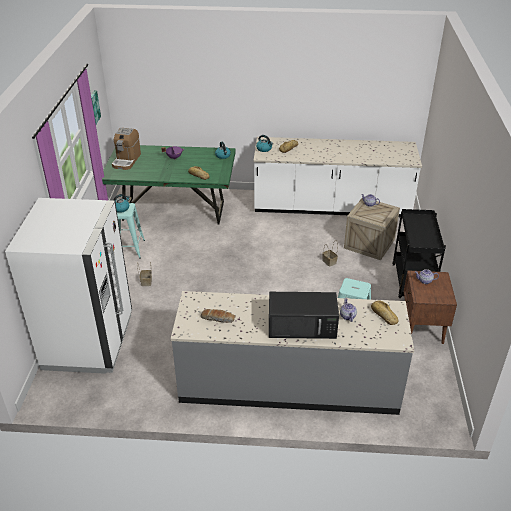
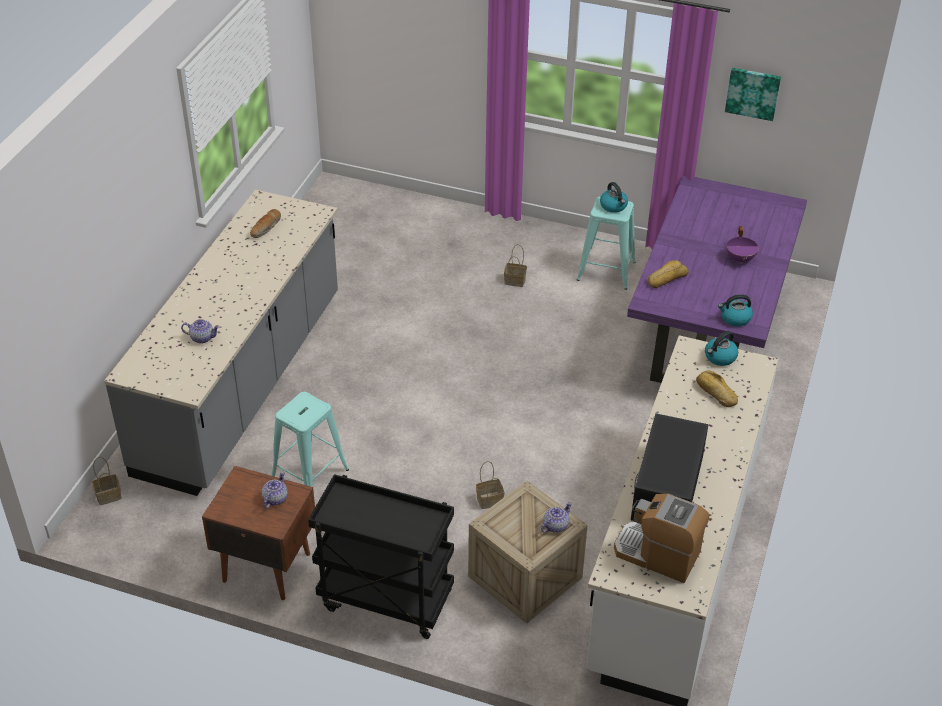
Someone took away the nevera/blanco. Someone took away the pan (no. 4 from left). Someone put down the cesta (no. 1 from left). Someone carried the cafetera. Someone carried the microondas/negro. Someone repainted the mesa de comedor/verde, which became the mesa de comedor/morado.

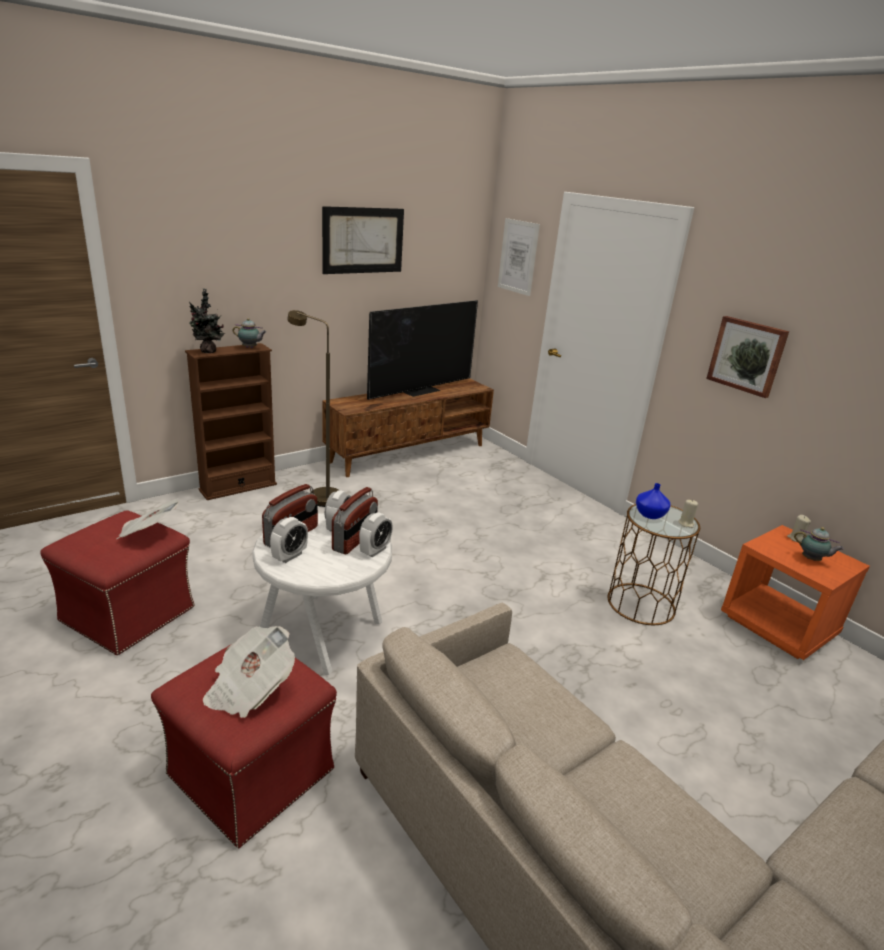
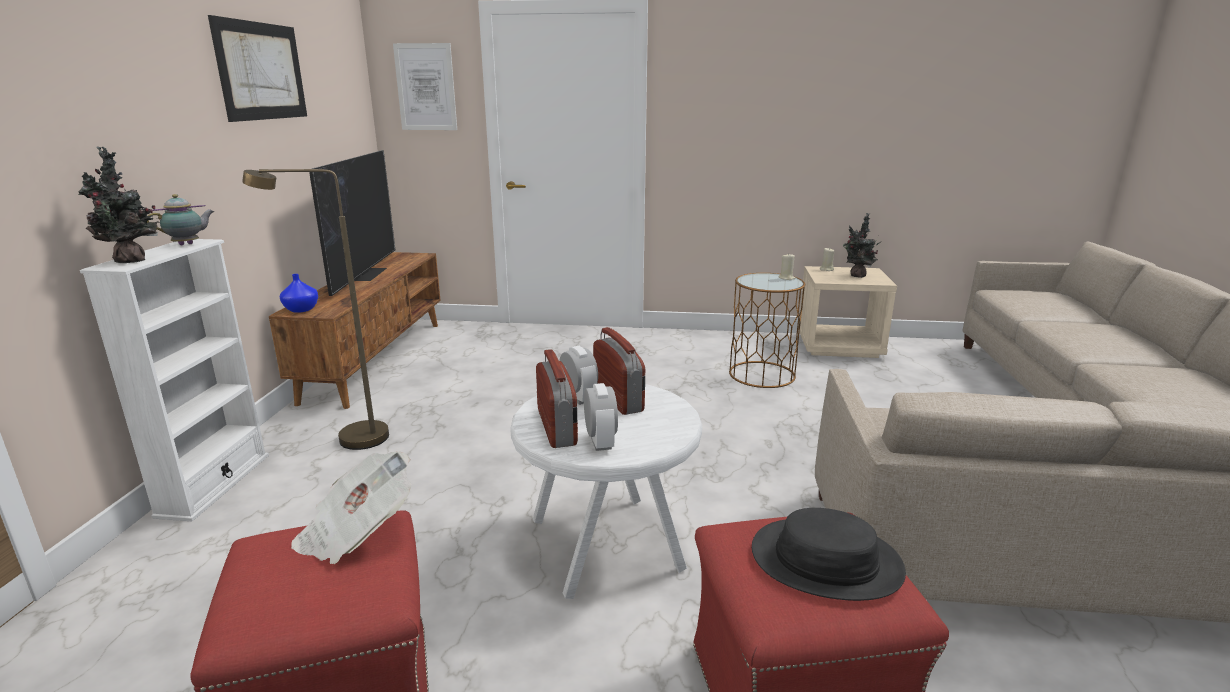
Someone took away the despertador (no. 3 from left). Someone took away the cuadro (no. 3 from left). Someone carried the florero/azul. Someone swapped the periódico (no. 2 from left) for the sombrero/negro. Someone swapped the tetera (no. 2 from left) for the planta en maceta (no. 2 from left). Someone repainted the estantería/marrón, which became the estantería/blanco. Someone repainted the mesita de noche/naranja, which became the mesita de noche/beis.

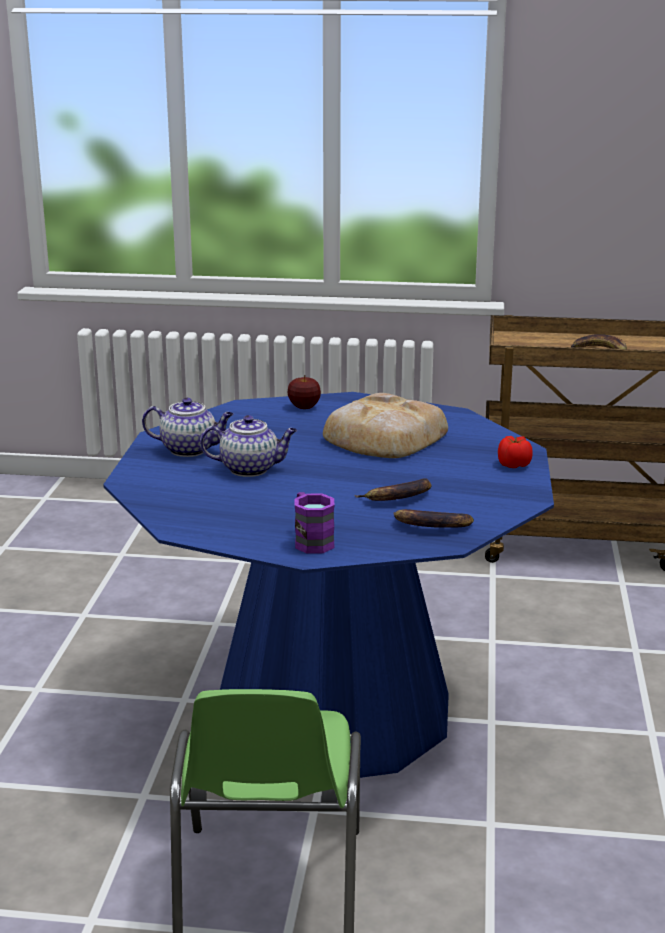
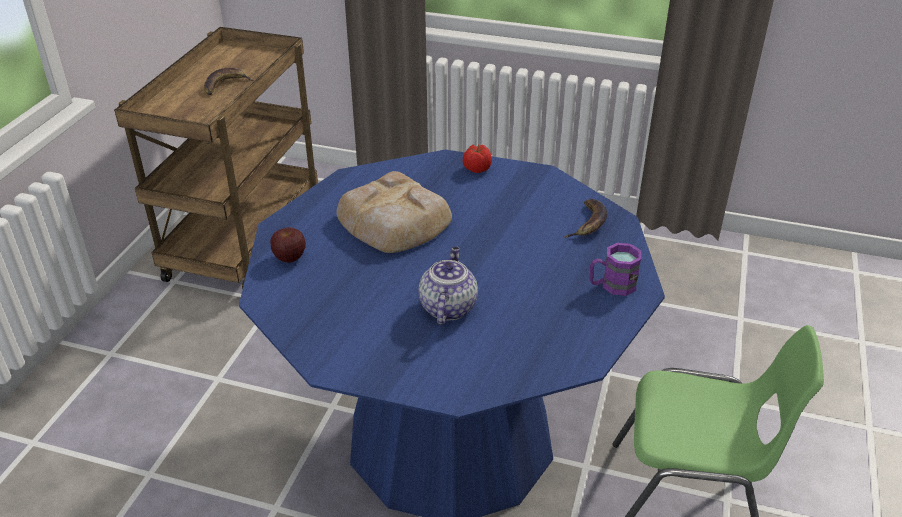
Someone took away the tetera (no. 1 from left). Someone took away the plátano (no. 1 from left).

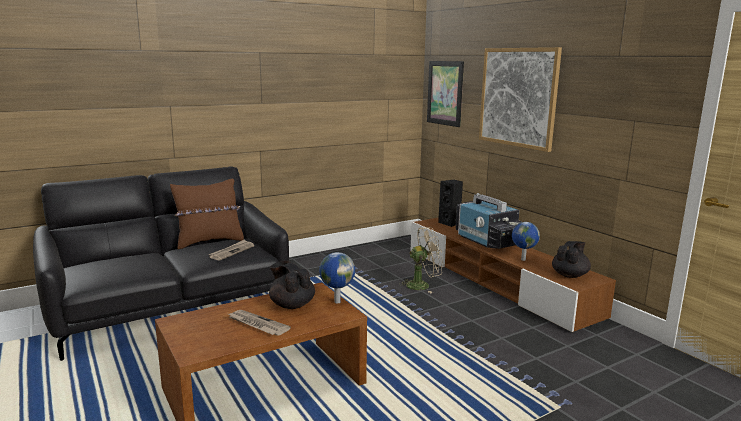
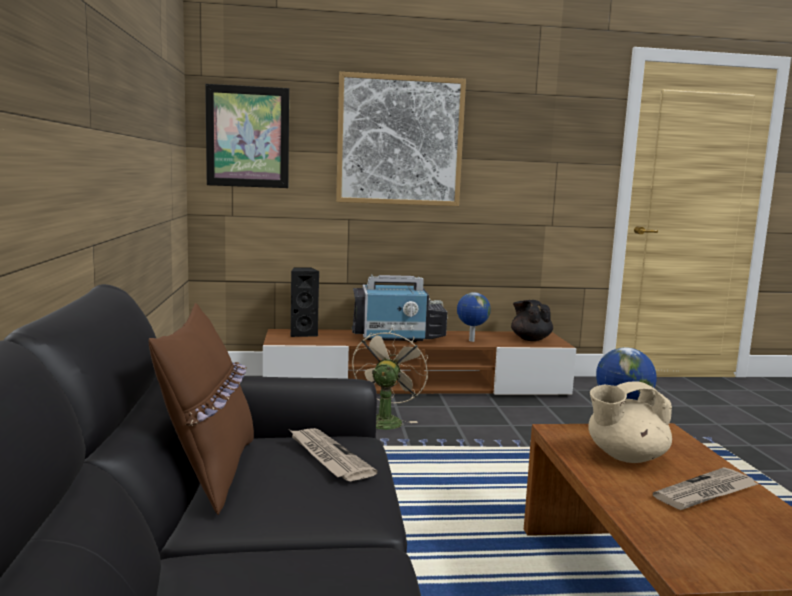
Someone repainted the tetera/negro (no. 1 from left), which became the tetera/beis.

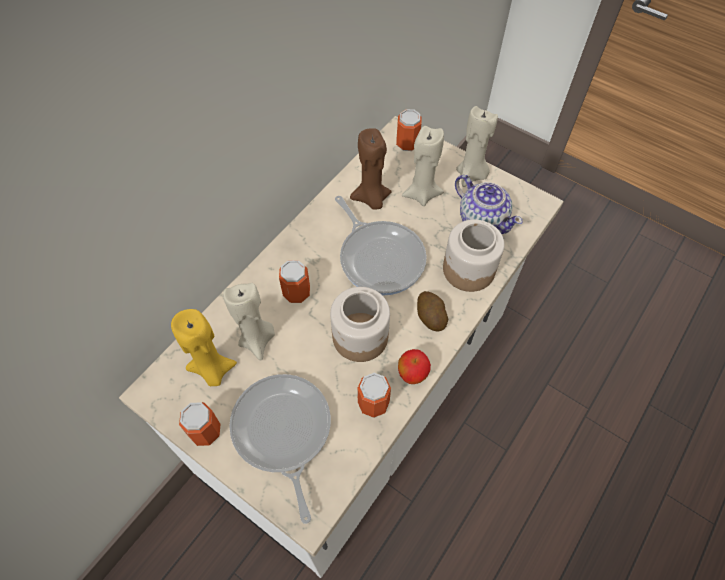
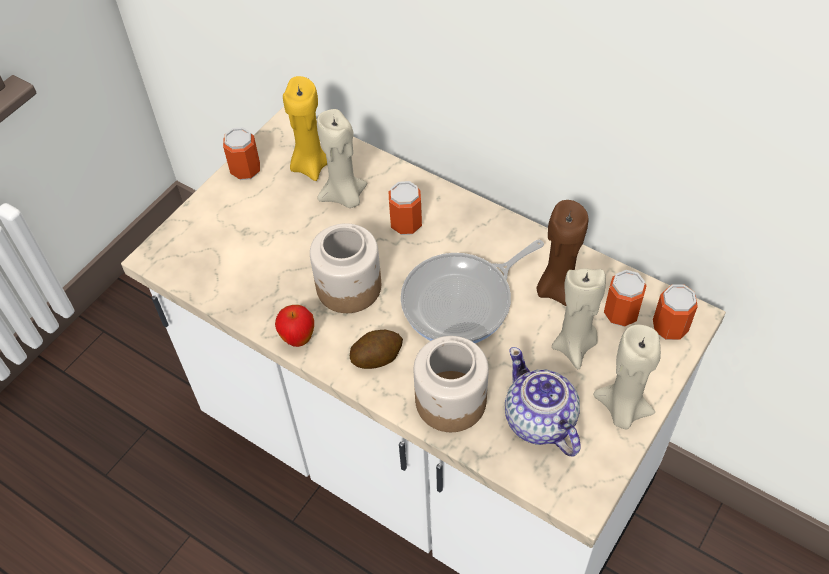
Someone took away the sartén (no. 1 from left). Someone carried the lata (no. 3 from left). Someone rotated the tetera by 105 degrees clockwise.

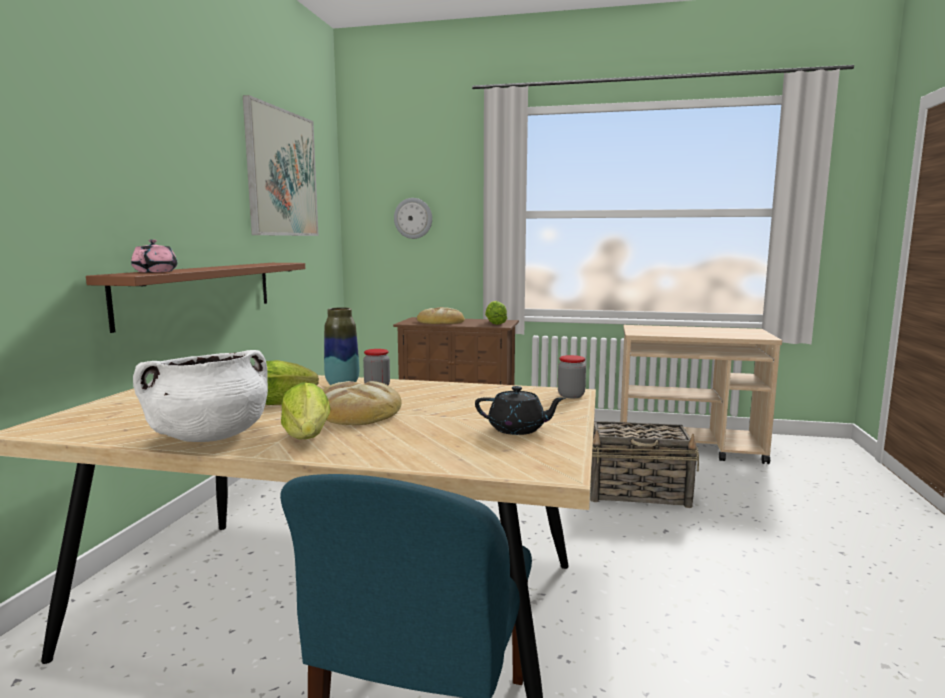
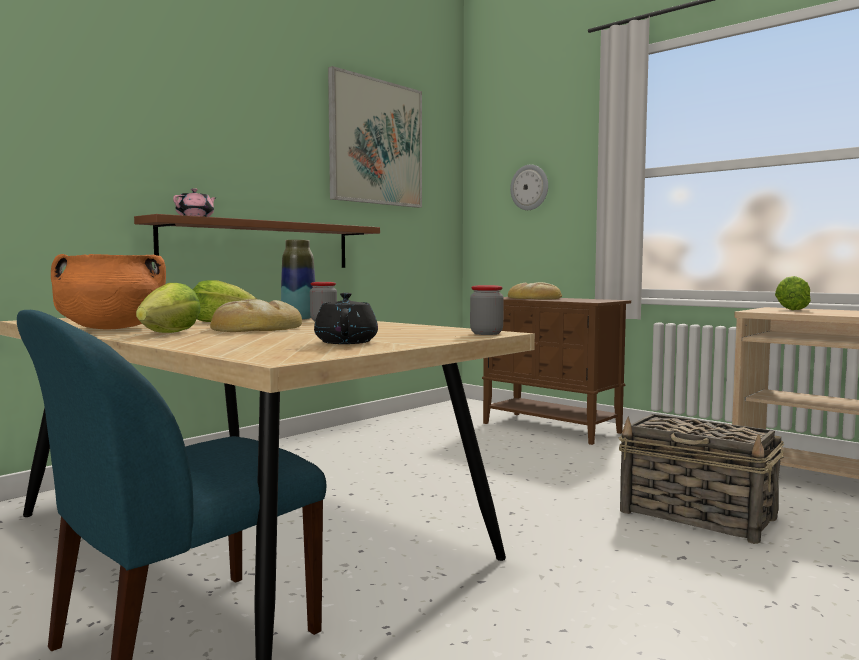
Someone carried the lechuga (no. 3 from left). Someone repainted the olla/blanco, which became the olla/naranja. Someone rotated the tetera/negro by 135 degrees counterclockwise.

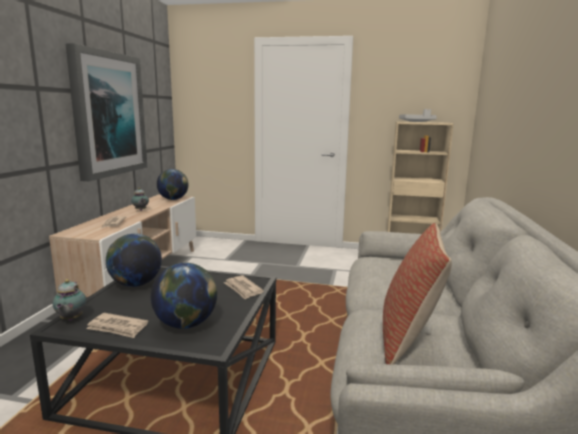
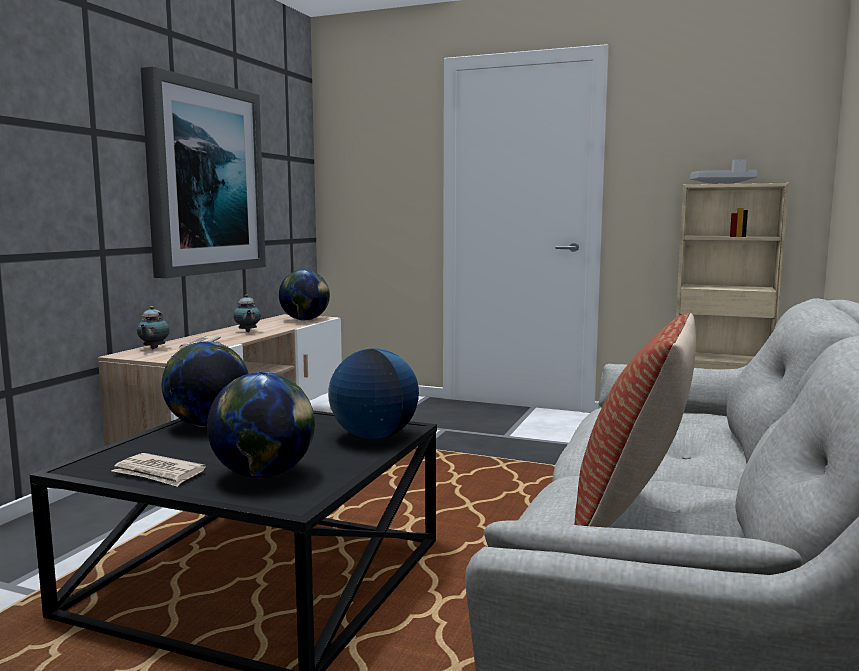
Someone carried the tetera (no. 1 from left). Someone swapped the periódico (no. 3 from left) for the globo terráqueo (no. 4 from left).

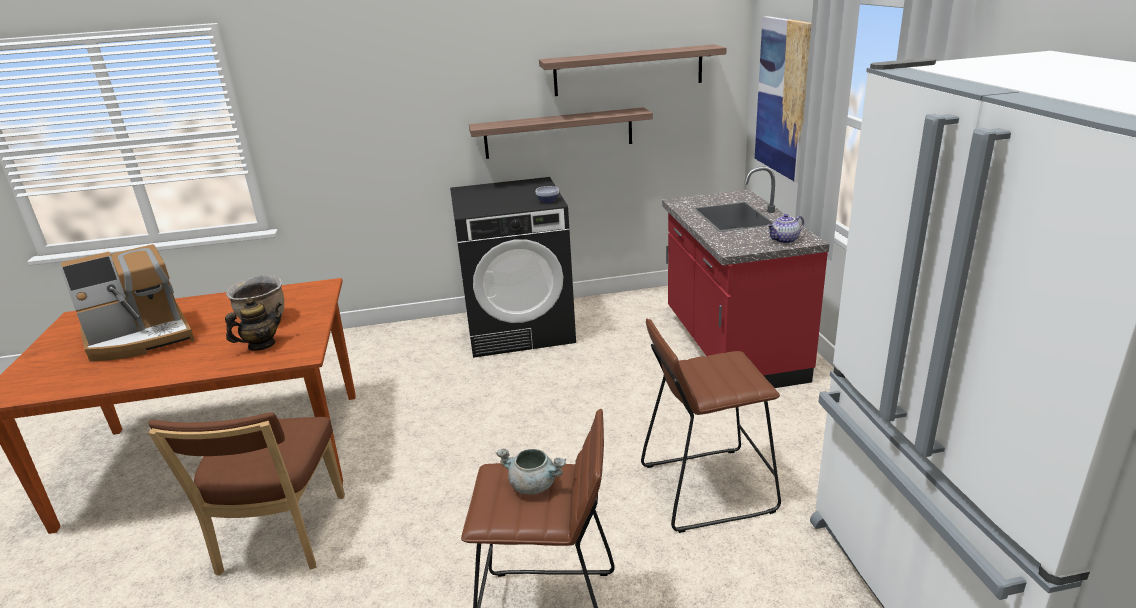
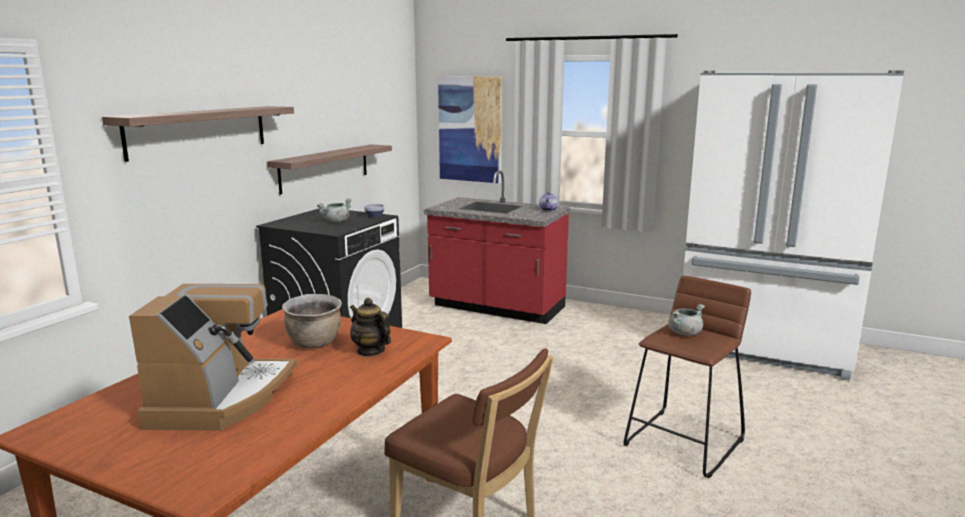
Someone took away the taburete/marrón (no. 2 from left). Someone put down the olla/gris (no. 1 from left). Someone carried the estante (no. 2 from left in the first image). Someone rotated the tetera (no. 1 from left) by 45 degrees counterclockwise.

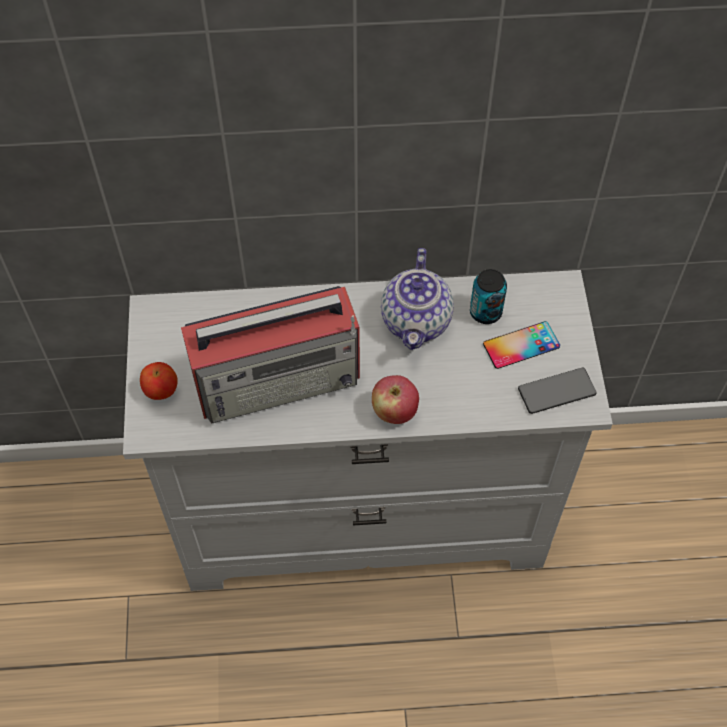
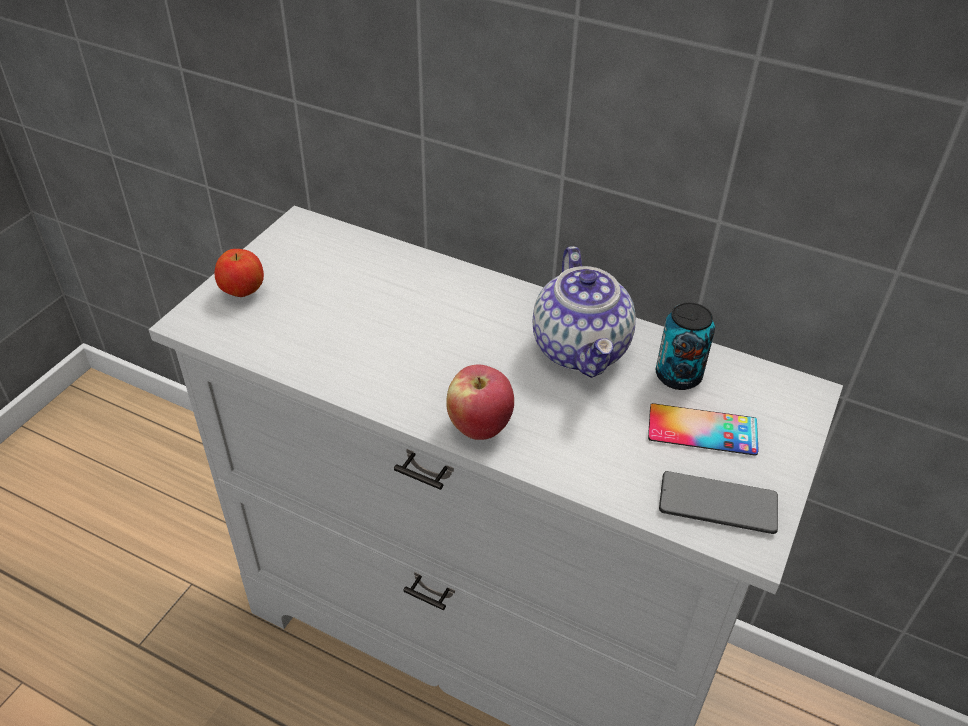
Someone took away the radio. Someone rotated the tetera by 45 degrees counterclockwise.

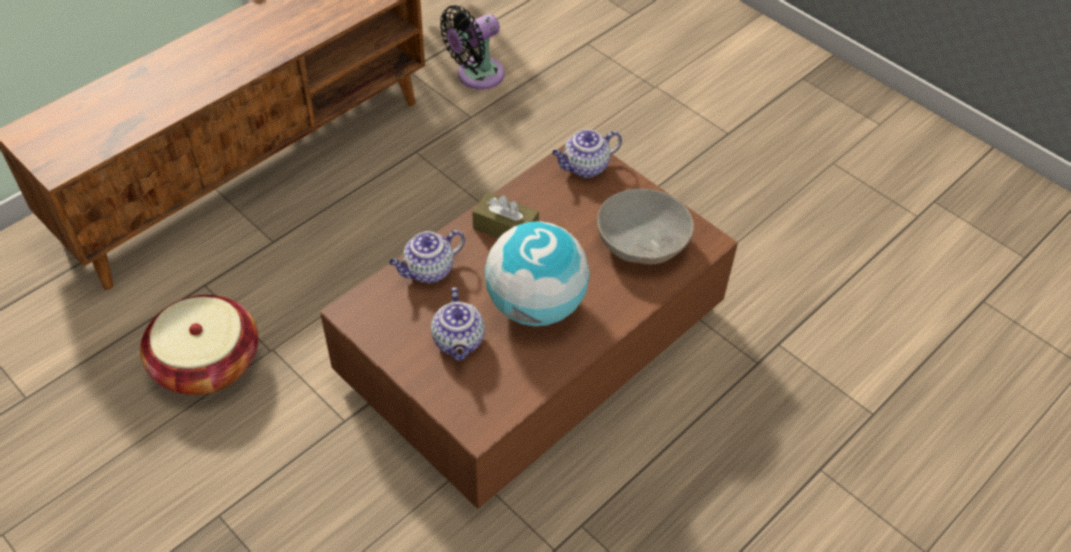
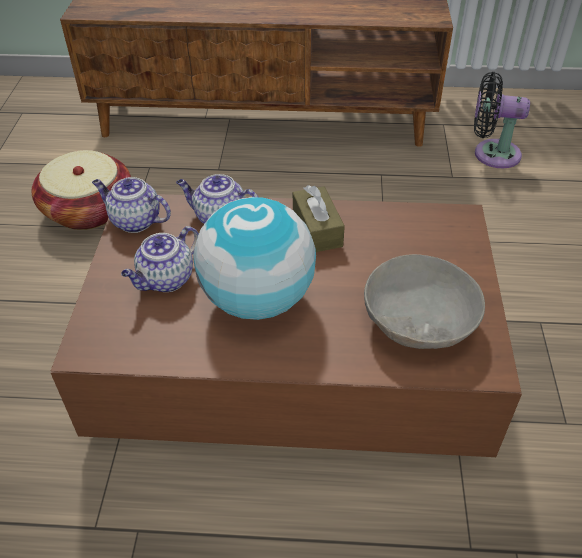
Someone carried the tetera (no. 3 from left in the first image).

